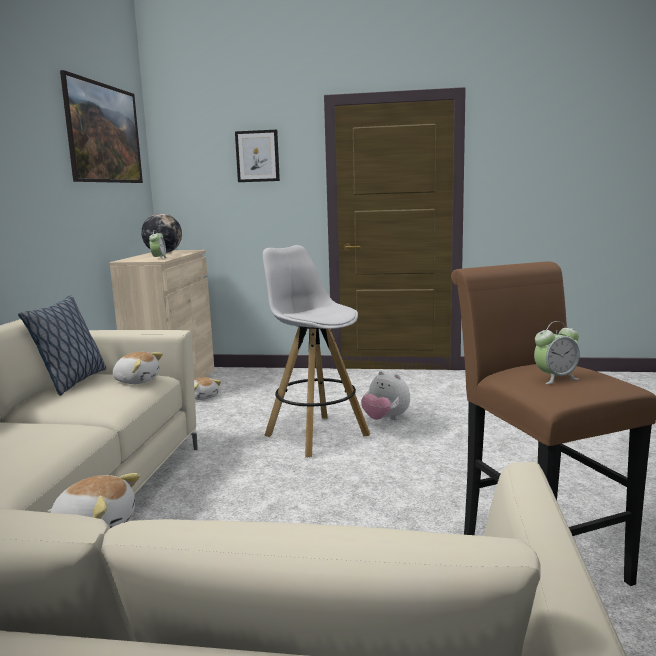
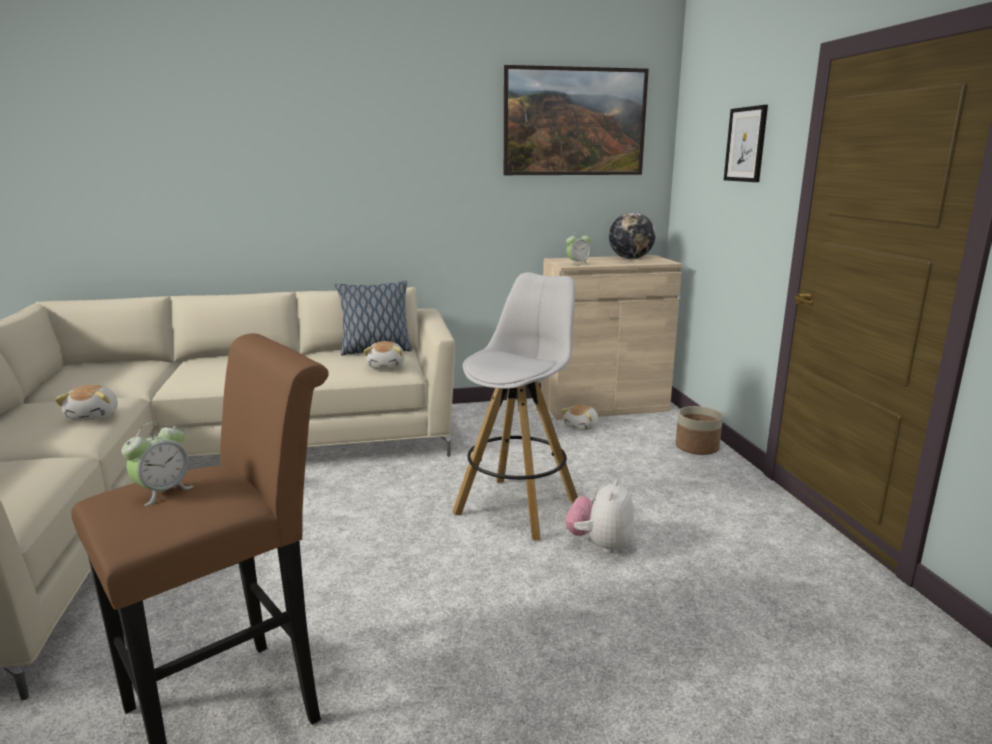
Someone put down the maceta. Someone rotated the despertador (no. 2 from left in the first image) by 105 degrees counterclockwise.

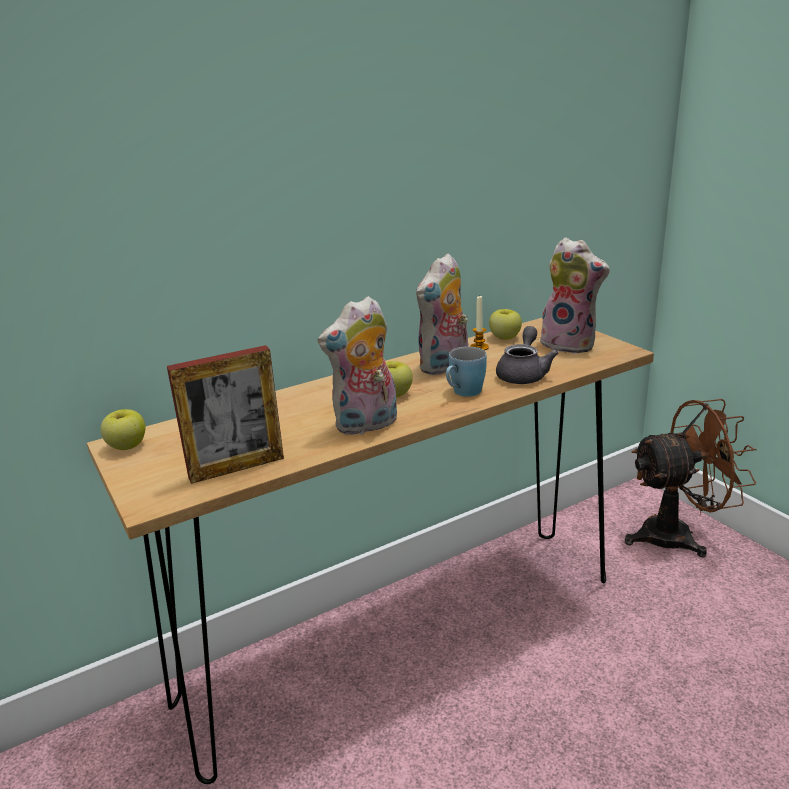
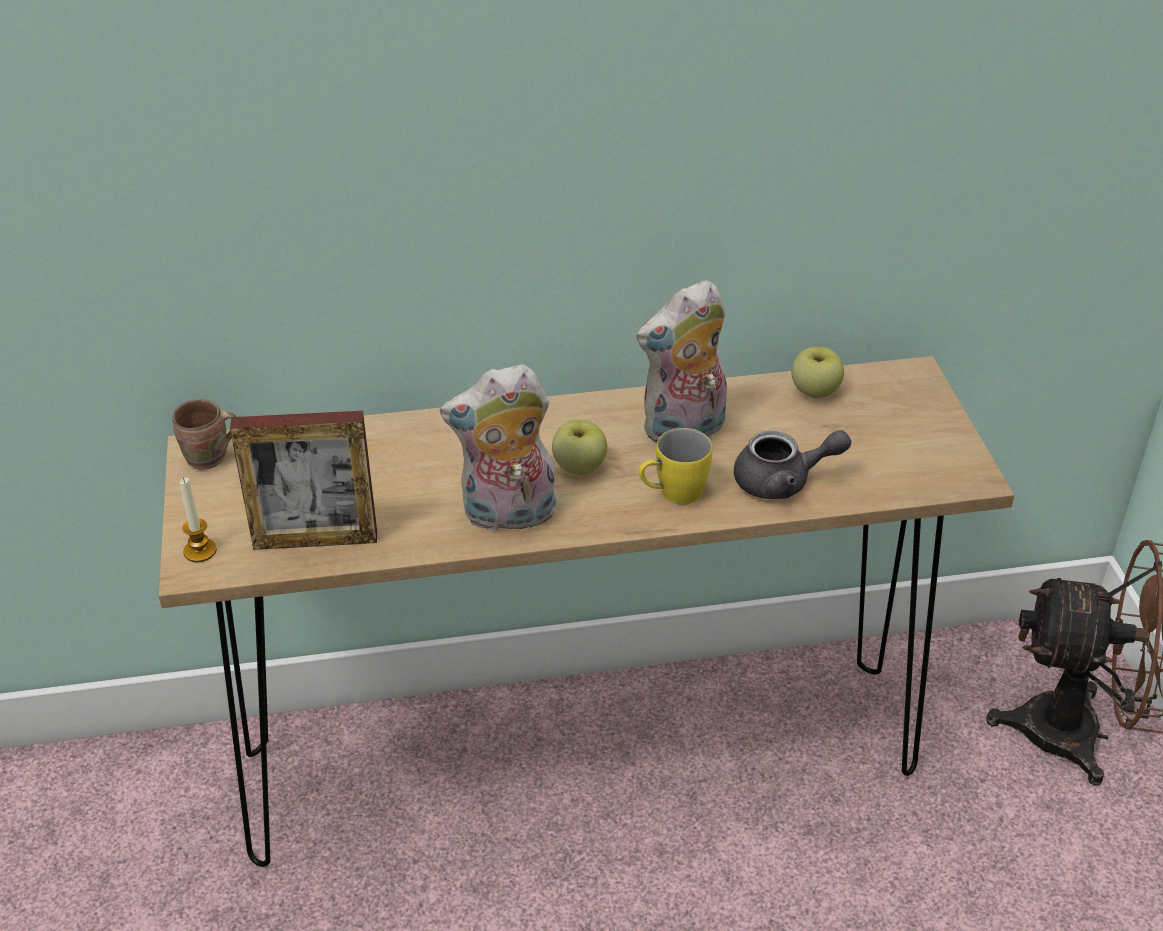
Someone took away the peluche (no. 3 from left). Someone carried the vela. Someone swapped the manzana (no. 1 from left) for the taza grande/marrón. Someone repainted the taza grande/azul, which became the taza grande/amarillo. Someone rotated the tetera/gris by 45 degrees clockwise.

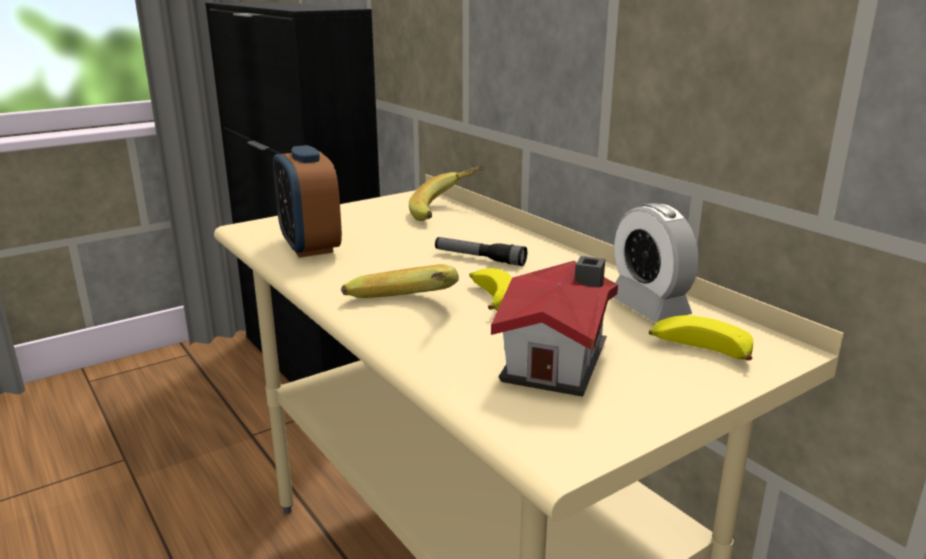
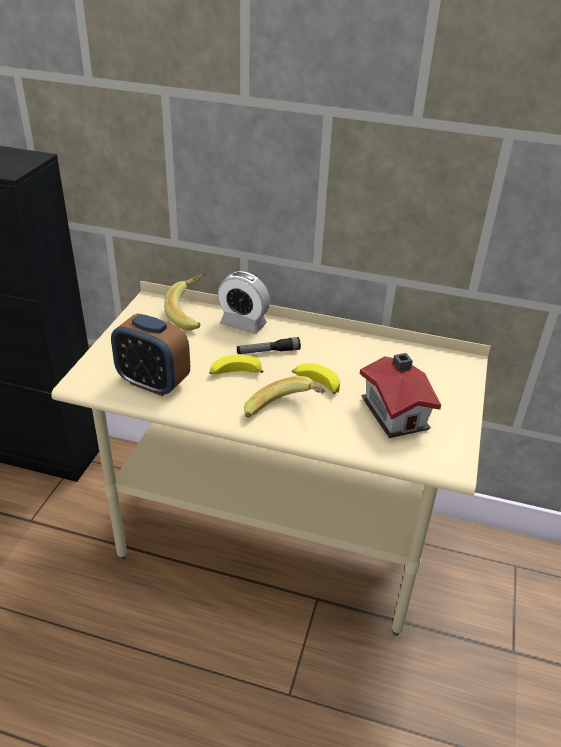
Someone carried the despertador (no. 2 from left). Someone carried the plátano (no. 4 from left in the first image).

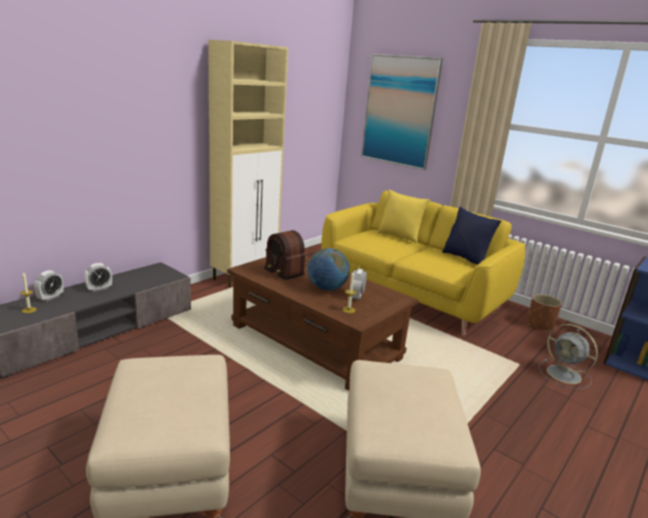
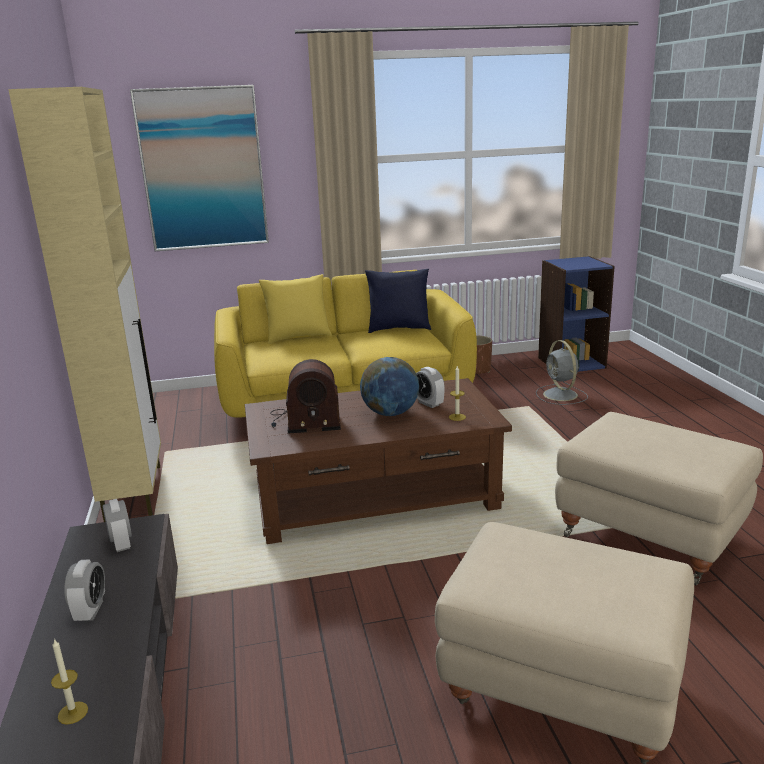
Someone carried the despertador (no. 1 from left in the first image). Someone rotated the ventilador/gris by 75 degrees clockwise.

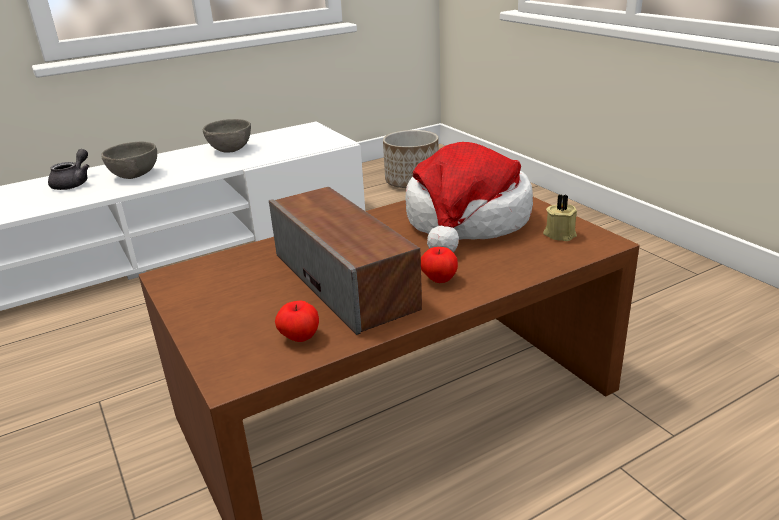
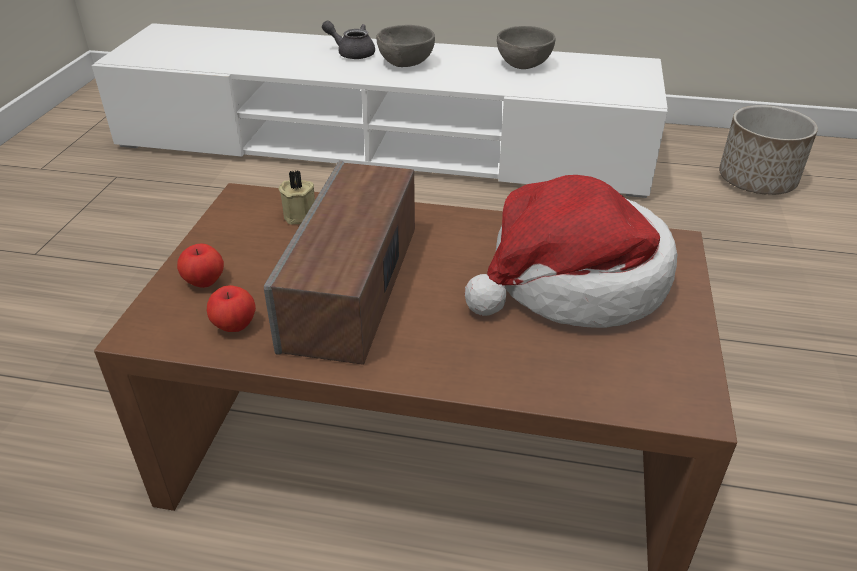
Someone carried the manzana (no. 2 from left in the first image). Someone carried the vela/beis. Someone rotated the tetera/gris by 120 degrees counterclockwise.

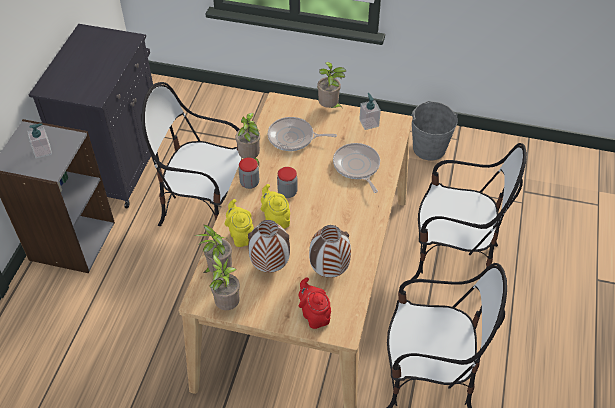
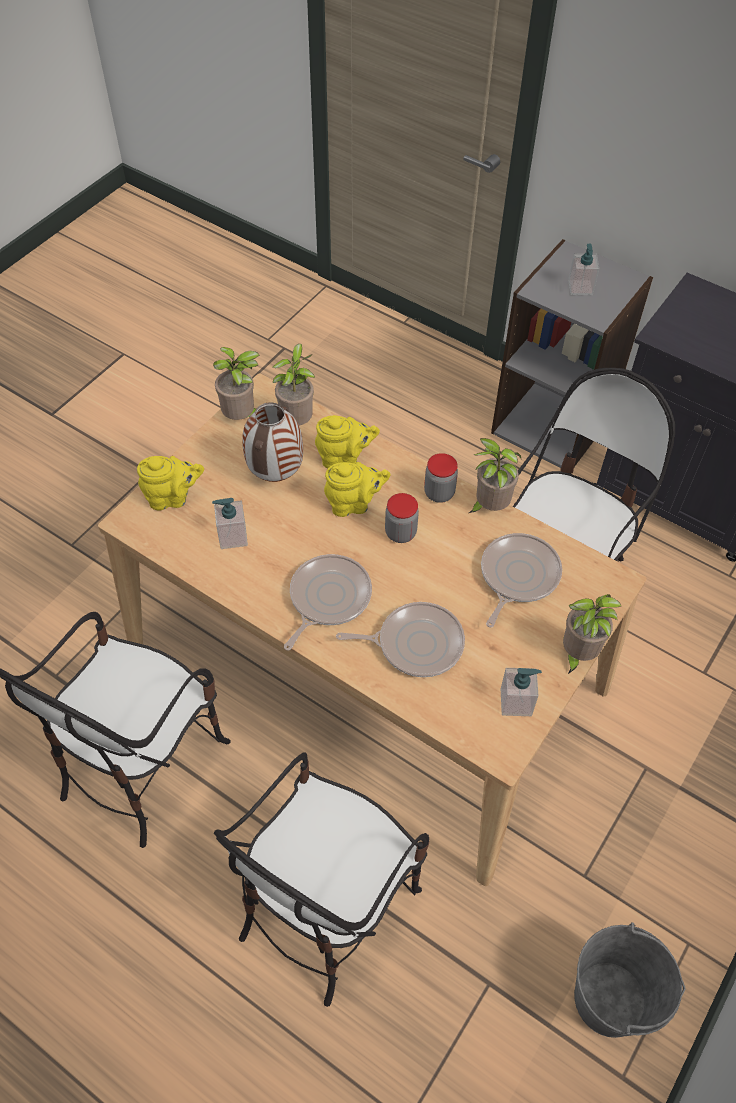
Someone put down the sartén (no. 1 from left). Someone swapped the florero (no. 2 from left) for the dispensador de jabón (no. 1 from left). Someone repainted the tetera/rojo, which became the tetera/amarillo (no. 1 from left).

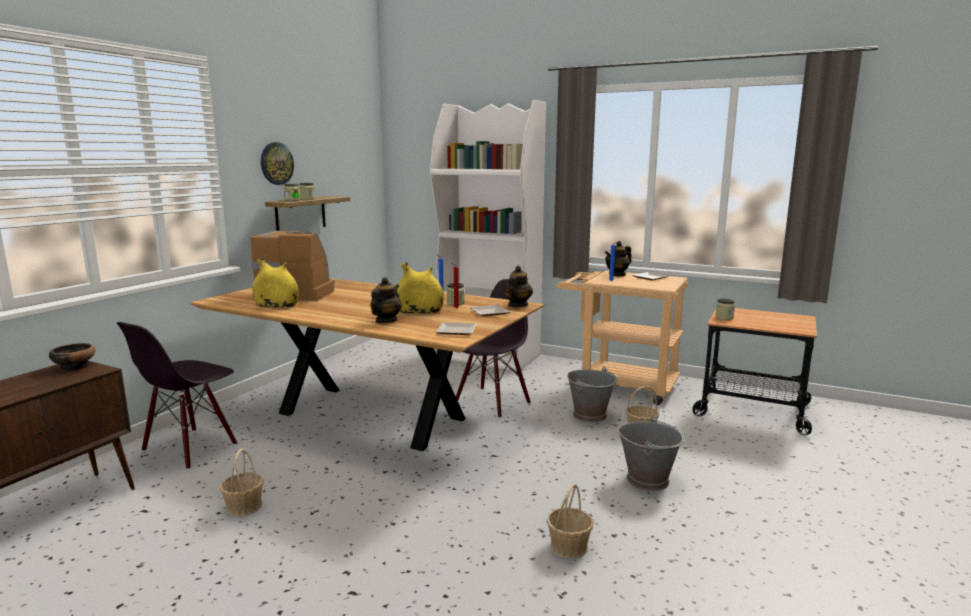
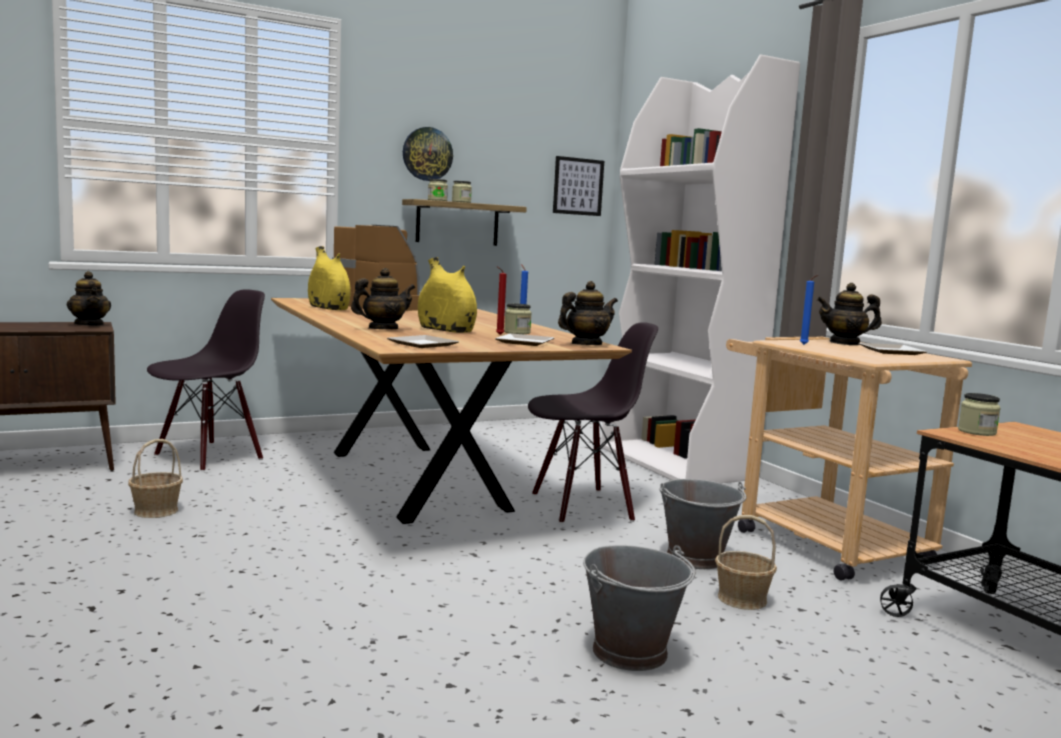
Someone took away the cesta (no. 2 from left). Someone put up the cuadro. Someone swapped the cuenco for the tetera (no. 1 from left). Someone rotated the silla/negro (no. 1 from left) by 150 degrees clockwise.

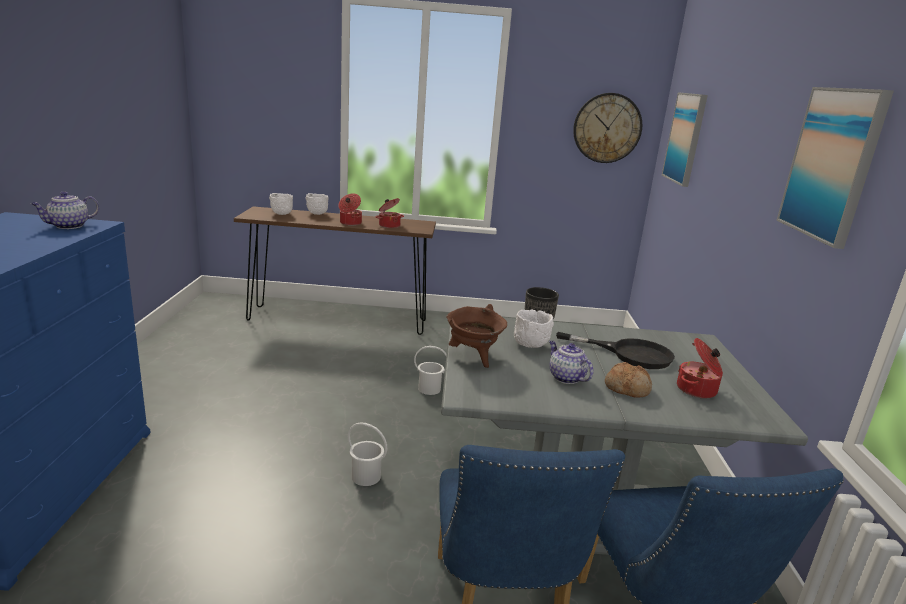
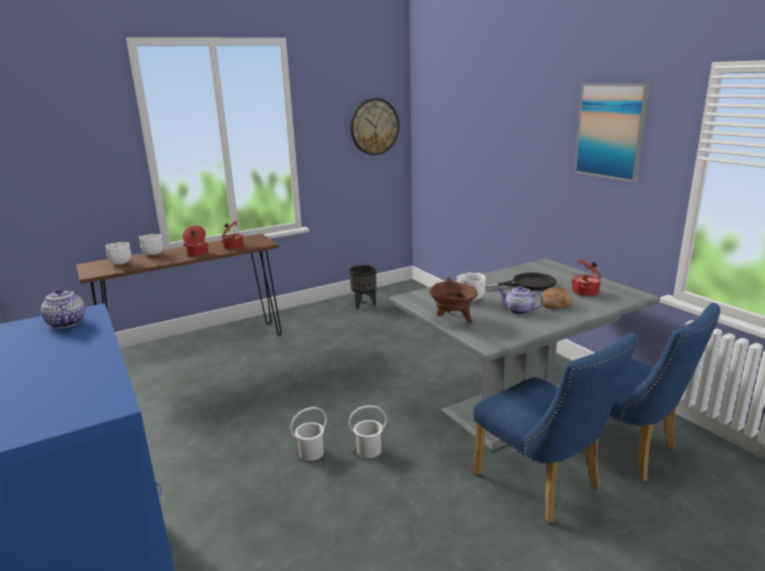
Someone took away the cuadro (no. 1 from left). Someone carried the cubo/blanco (no. 2 from left in the first image). Someone rotated the tetera (no. 1 from left) by 135 degrees clockwise.

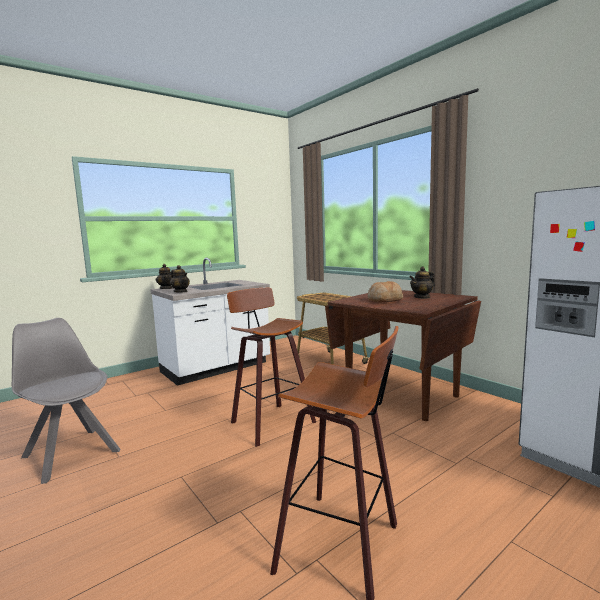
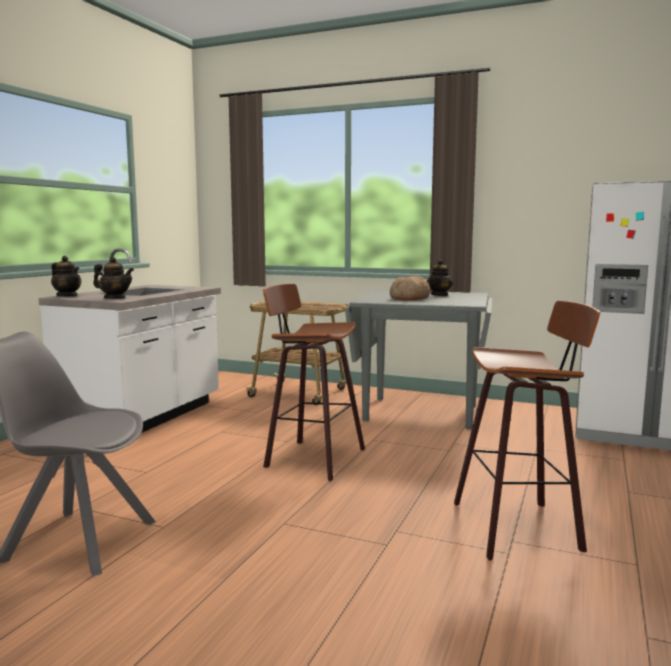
Someone repainted the mesa de comedor/marrón, which became the mesa de comedor/gris.

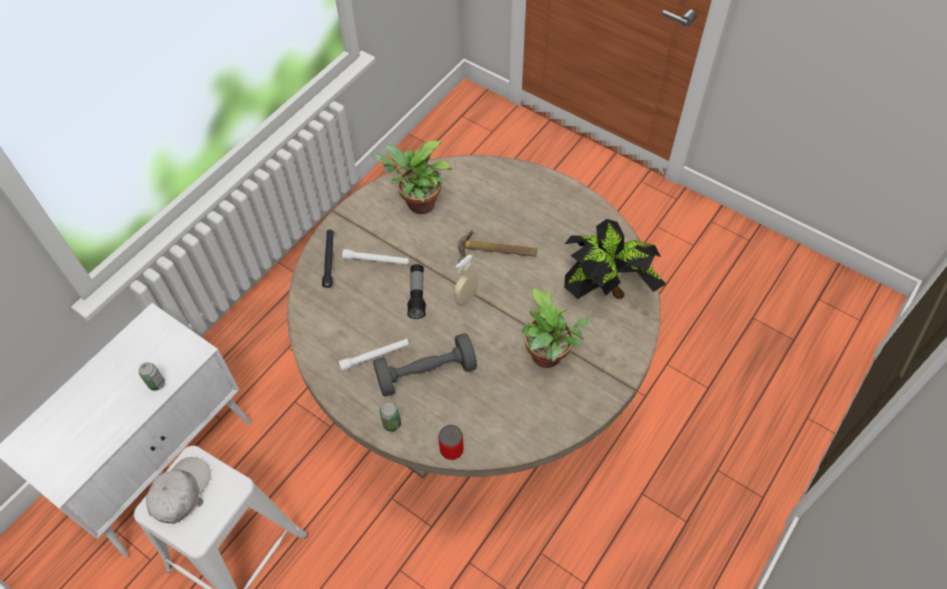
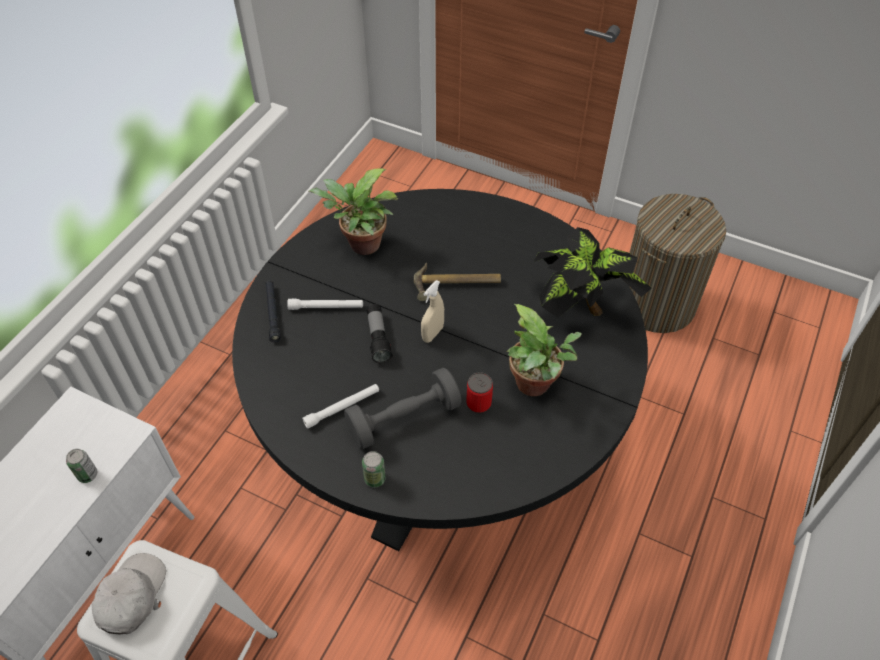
Someone put down the cesto de la ropa. Someone carried the lata (no. 3 from left). Someone repainted the mesa de comedor/beis, which became the mesa de comedor/negro.

